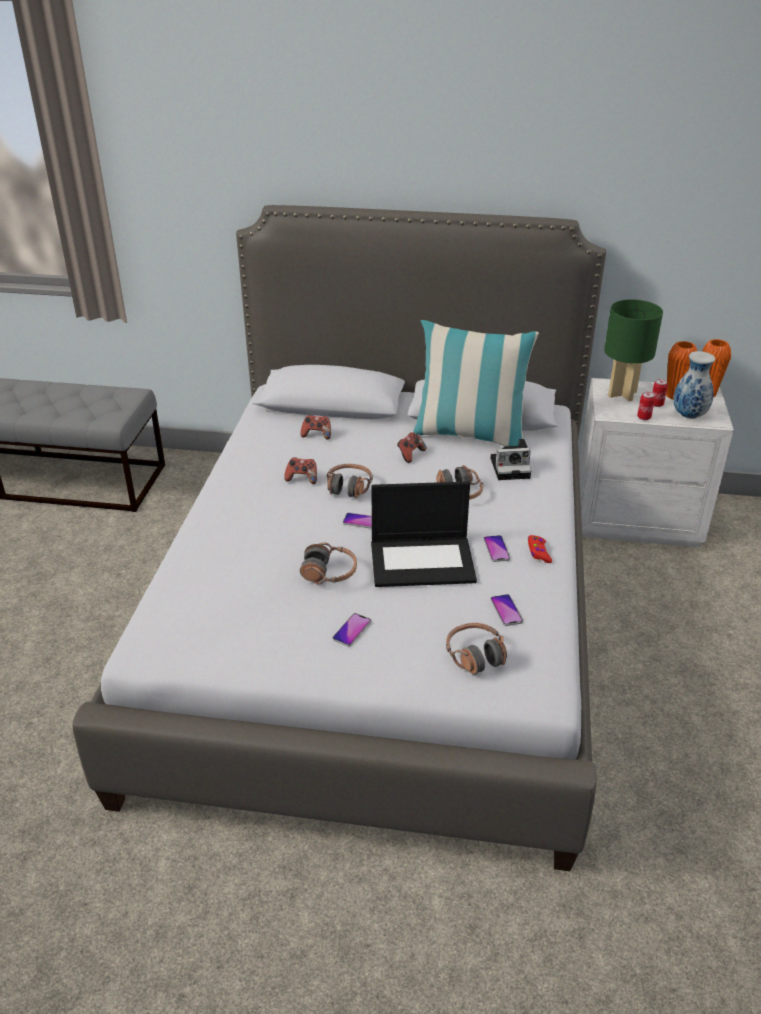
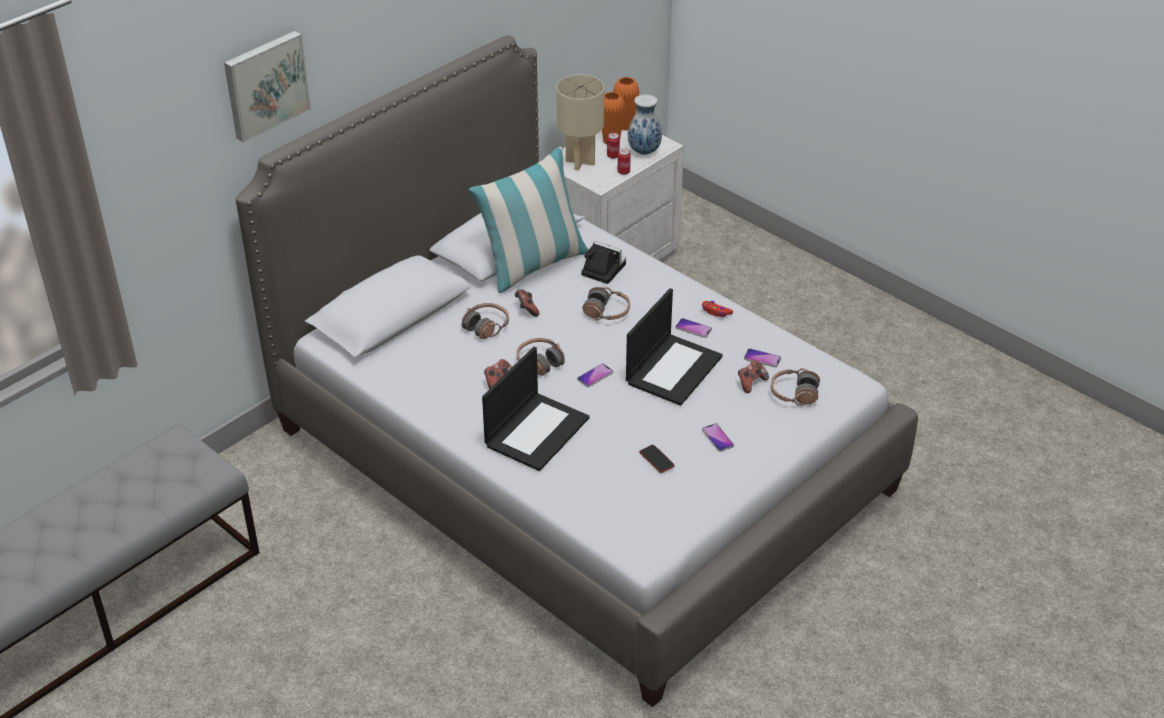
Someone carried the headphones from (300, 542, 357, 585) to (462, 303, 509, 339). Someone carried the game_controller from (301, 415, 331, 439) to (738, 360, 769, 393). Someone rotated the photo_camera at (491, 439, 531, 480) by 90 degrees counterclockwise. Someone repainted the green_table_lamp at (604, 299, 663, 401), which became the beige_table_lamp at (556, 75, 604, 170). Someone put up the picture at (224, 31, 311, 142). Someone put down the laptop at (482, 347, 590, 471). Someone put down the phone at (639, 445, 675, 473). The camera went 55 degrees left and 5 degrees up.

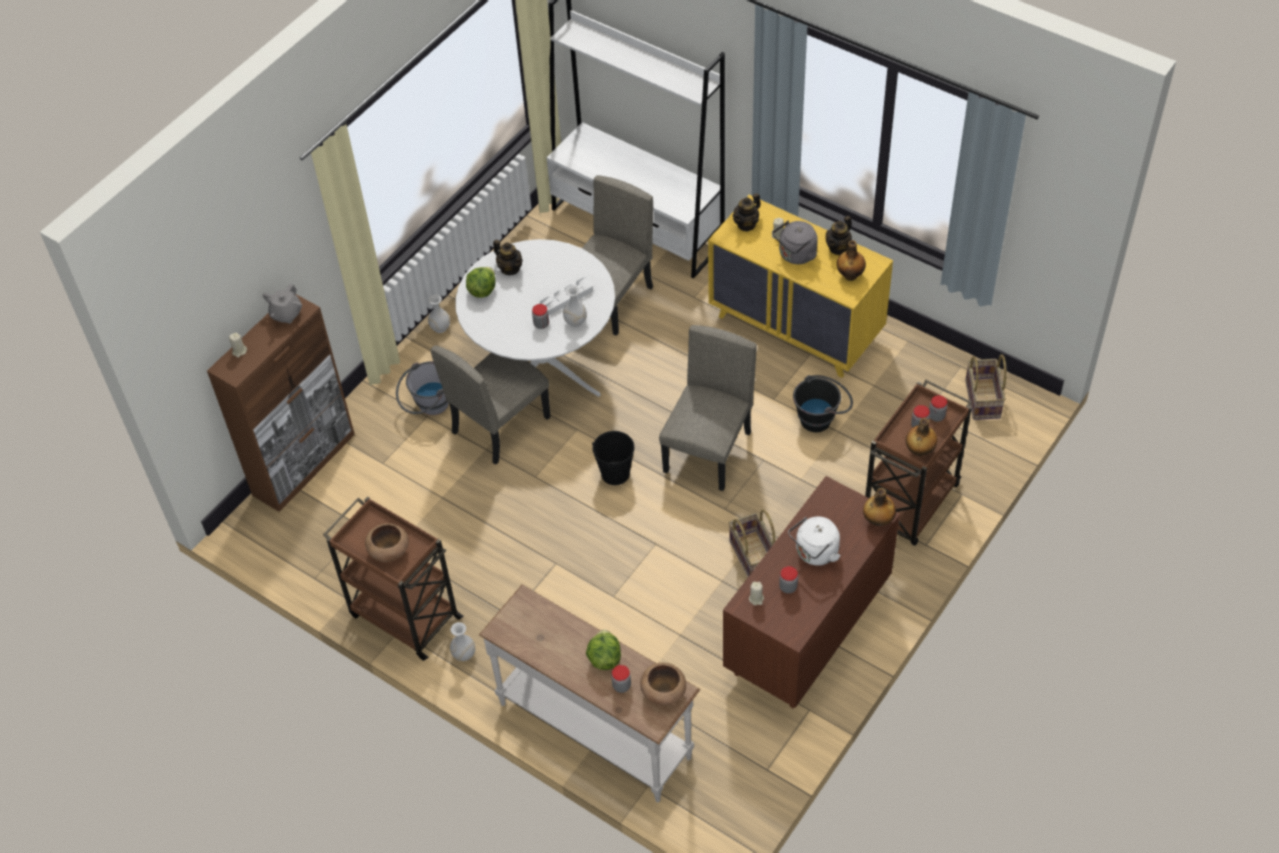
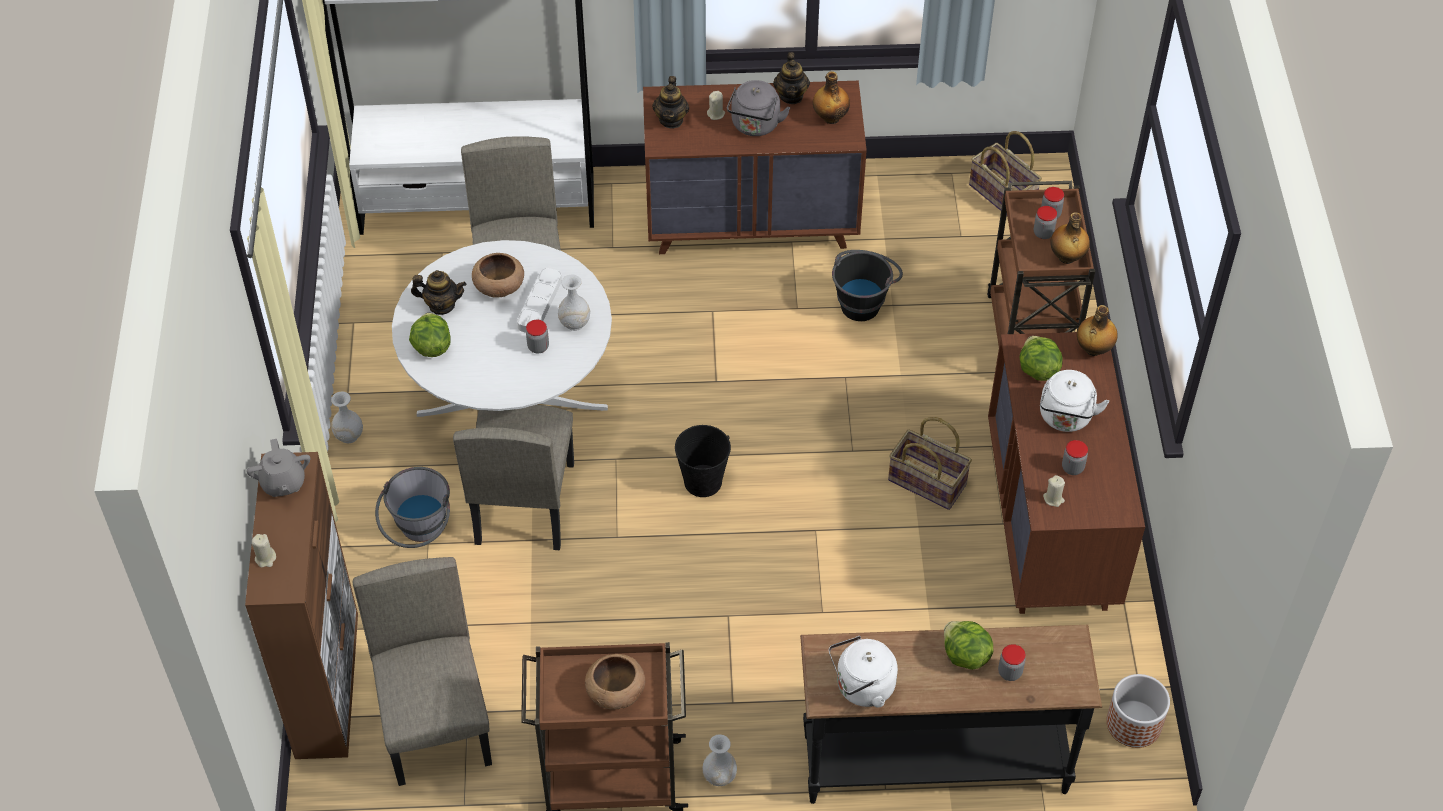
Someone repainted the white_console_table at (479, 584, 701, 803), which became the black_console_table at (800, 625, 1102, 804). Someone carried the brown_bowl from (640, 663, 686, 705) to (472, 253, 524, 298). Someone carried the beige_chair from (659, 325, 757, 491) to (353, 557, 492, 786). Someone repainted the yellow_dresser at (708, 195, 893, 378), which became the brown_dresser at (643, 81, 867, 254). Someone put down the white_kettle at (829, 636, 898, 707). Someone put down the lettuce at (1020, 336, 1063, 381). Someone put down the planter at (1106, 674, 1170, 748). The camera went 40 degrees left and 0 degrees up.

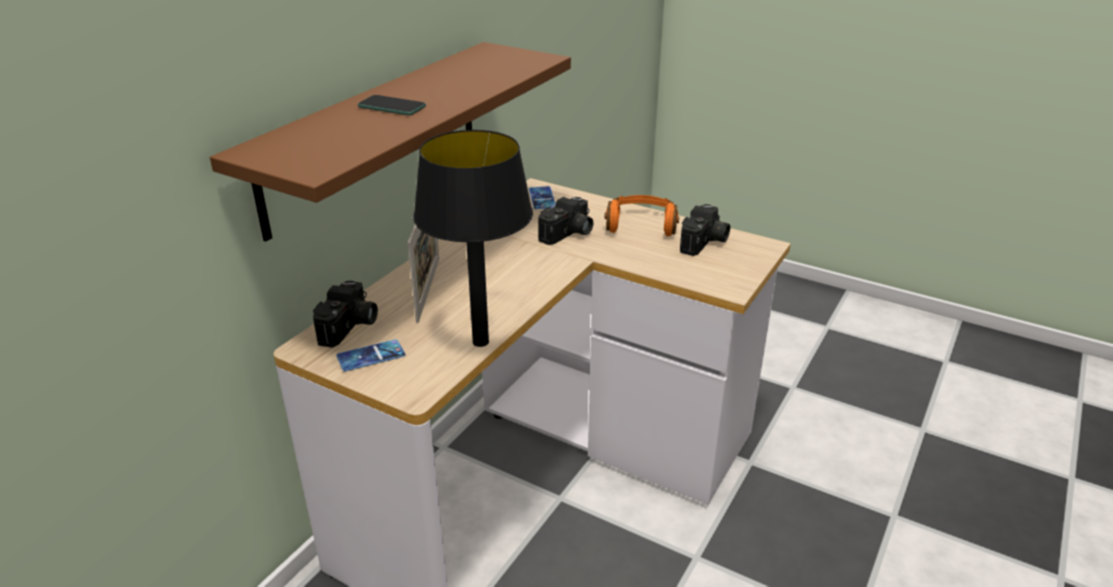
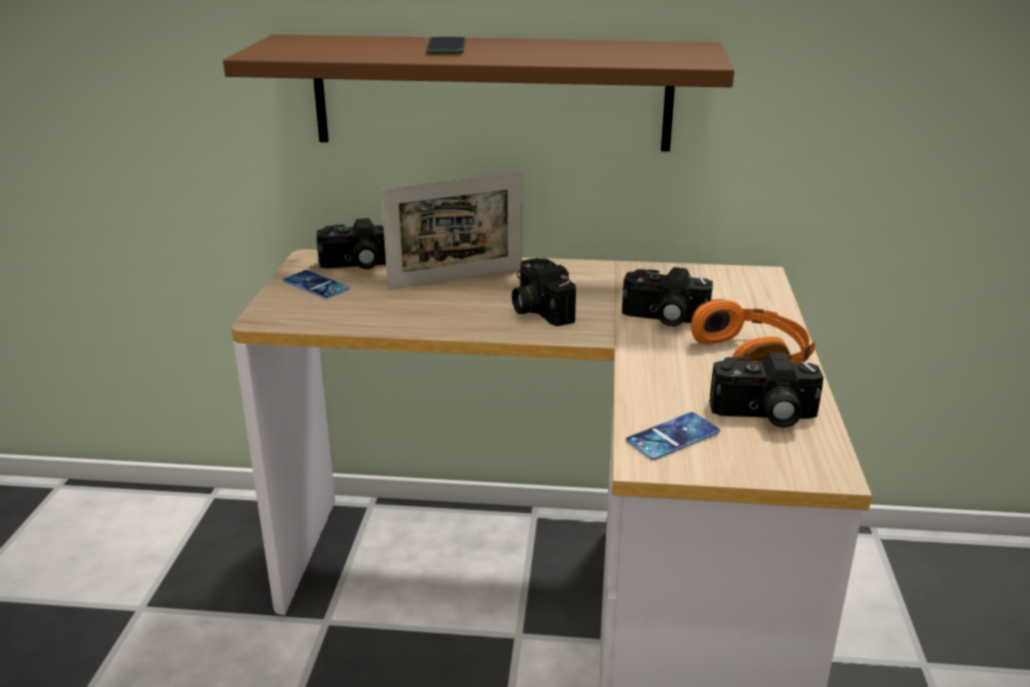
Someone took away the black_table_lamp at (413, 130, 533, 347). Someone carried the phone from (529, 186, 556, 209) to (626, 412, 720, 460). Someone put down the photo_camera at (512, 258, 576, 326). The camera went 65 degrees right and 5 degrees down.

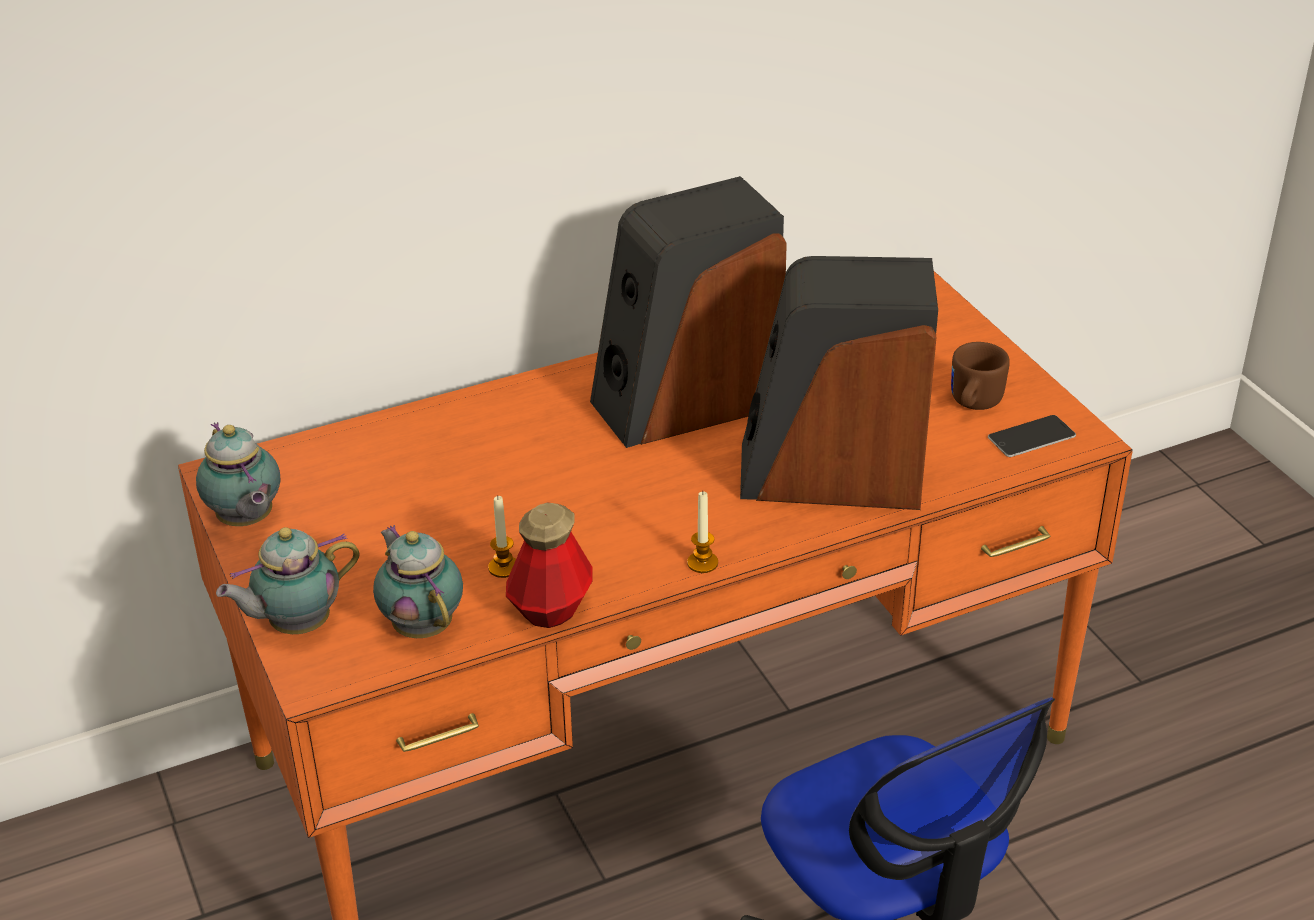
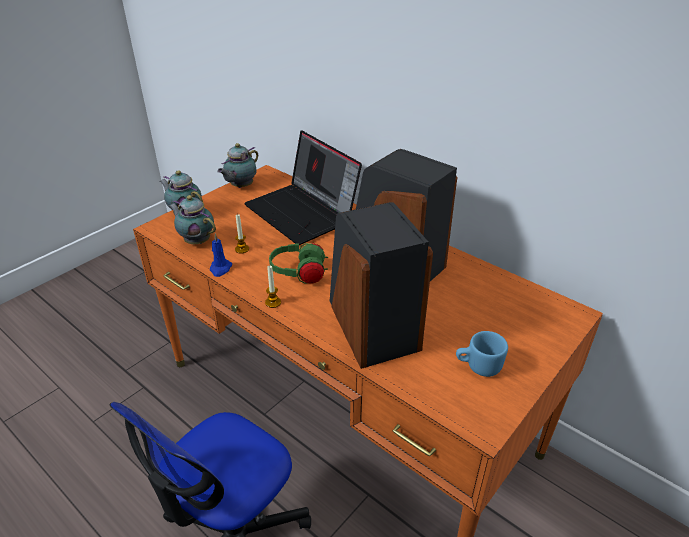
Someone rotated the teapot at (373, 525, 463, 638) by 90 degrees counterclockwise. Someone swapped the bottle at (506, 502, 593, 628) for the blue_candle at (210, 234, 232, 277). Someone repainted the brown_mug at (951, 342, 1010, 410), which became the blue_mug at (456, 331, 508, 377). Someone took away the phone at (988, 415, 1076, 457). Someone put down the laptop at (244, 130, 362, 245). Someone put down the green_headphones at (269, 243, 328, 284). The camera went 65 degrees right and 0 degrees up.

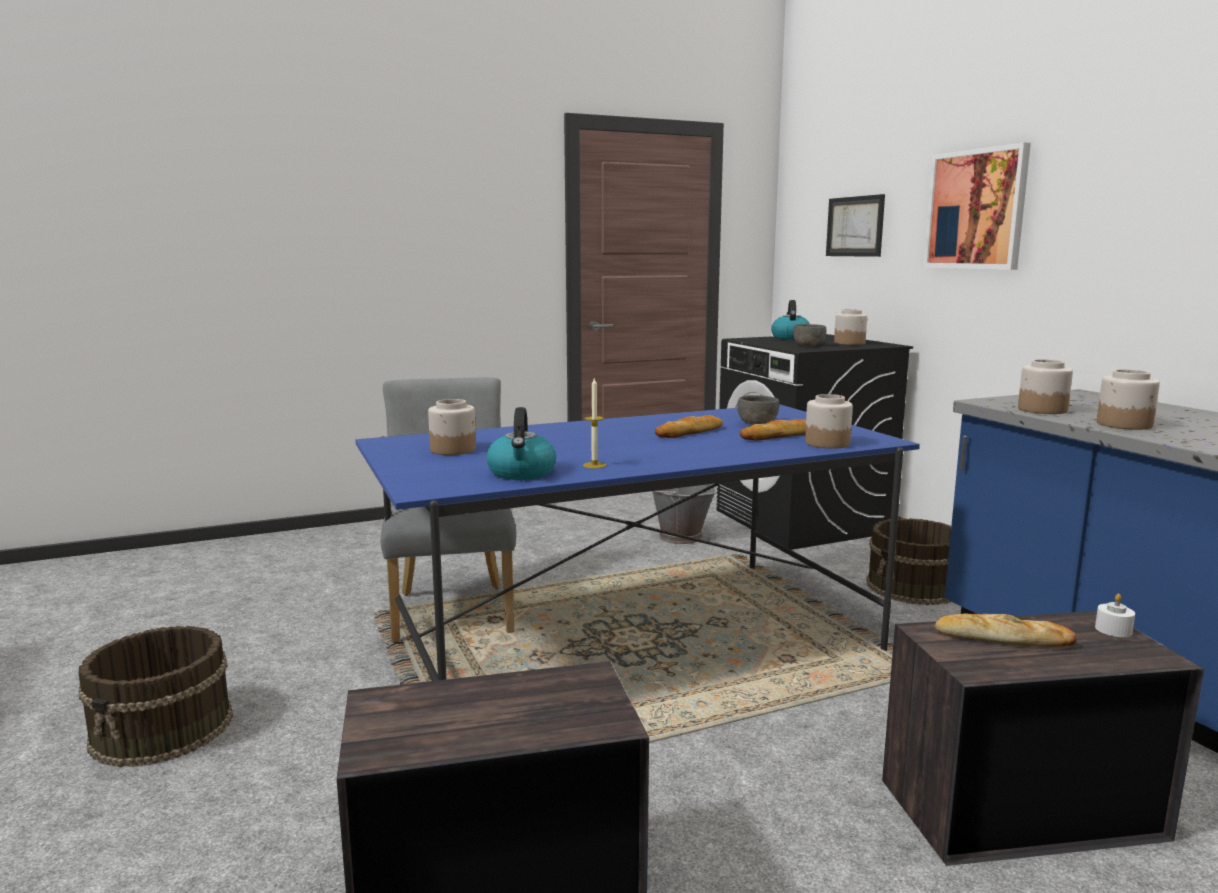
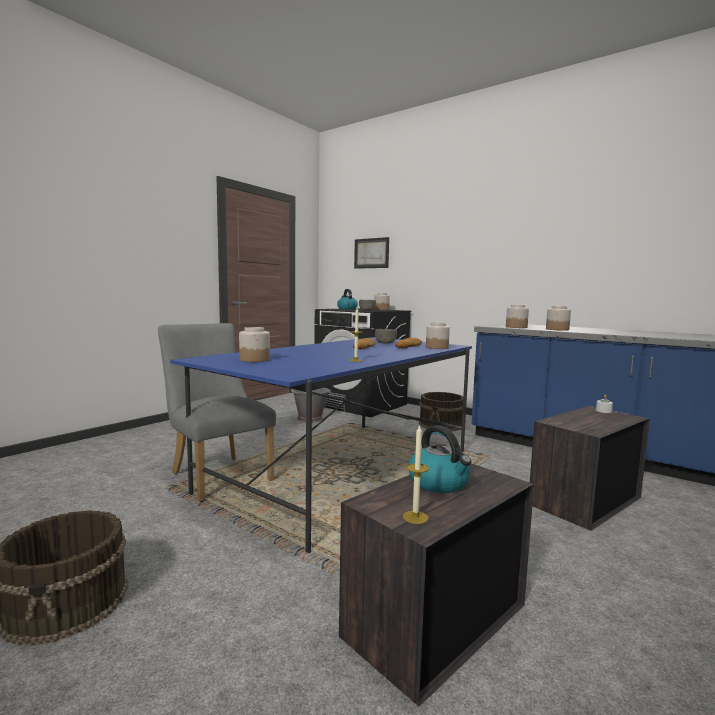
Someone carried the kettle from (486, 407, 556, 480) to (409, 425, 471, 493). Someone took away the picture at (923, 142, 1031, 270). Someone took away the bread at (935, 613, 1077, 647). Someone put down the candle at (403, 424, 429, 524). The camera went 30 degrees left and 5 degrees down.

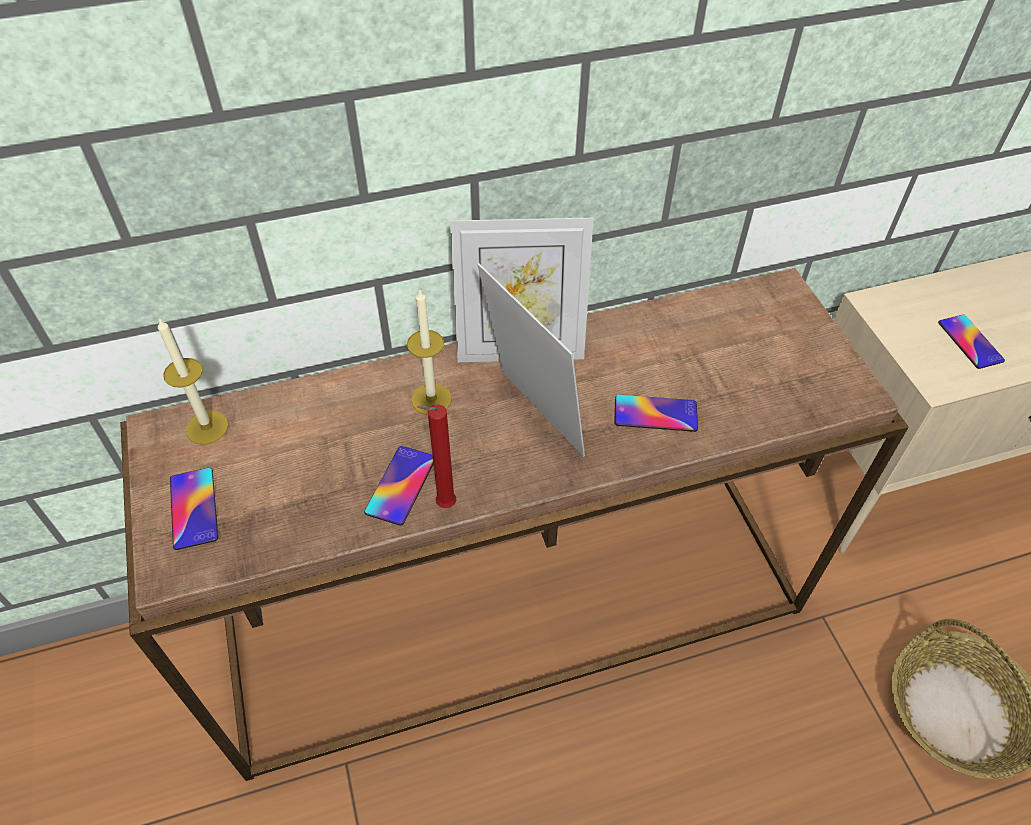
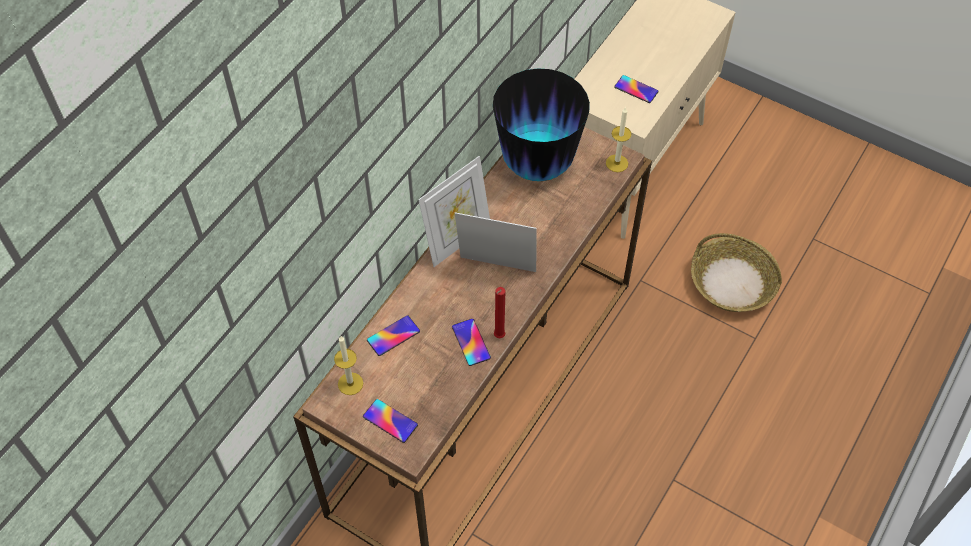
Someone carried the candle from (407, 289, 452, 415) to (606, 107, 631, 172). Someone carried the phone from (614, 394, 698, 432) to (367, 315, 420, 356). Someone put down the vase at (493, 68, 590, 181). The camera went 40 degrees left and 5 degrees up.

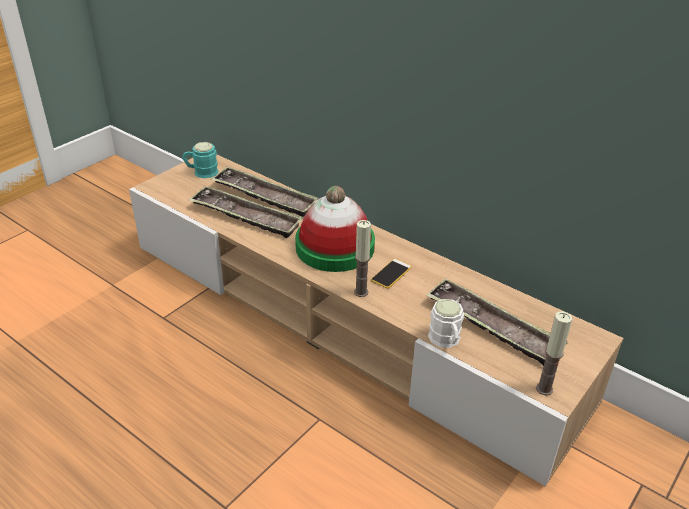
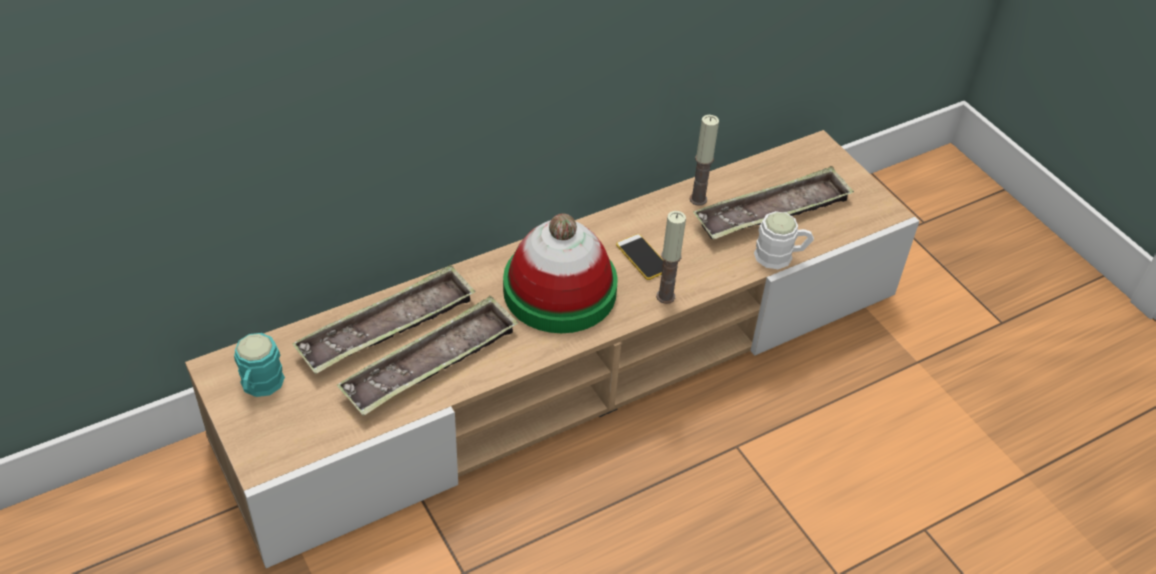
Someone carried the candle from (536, 311, 572, 395) to (690, 115, 719, 206). The camera went 70 degrees left and 10 degrees up.

